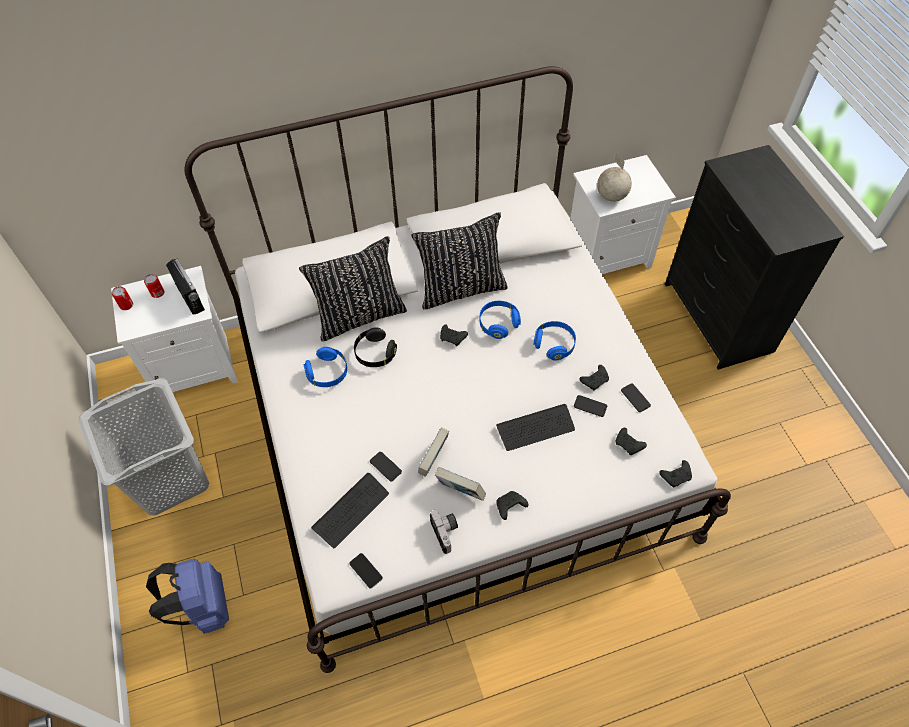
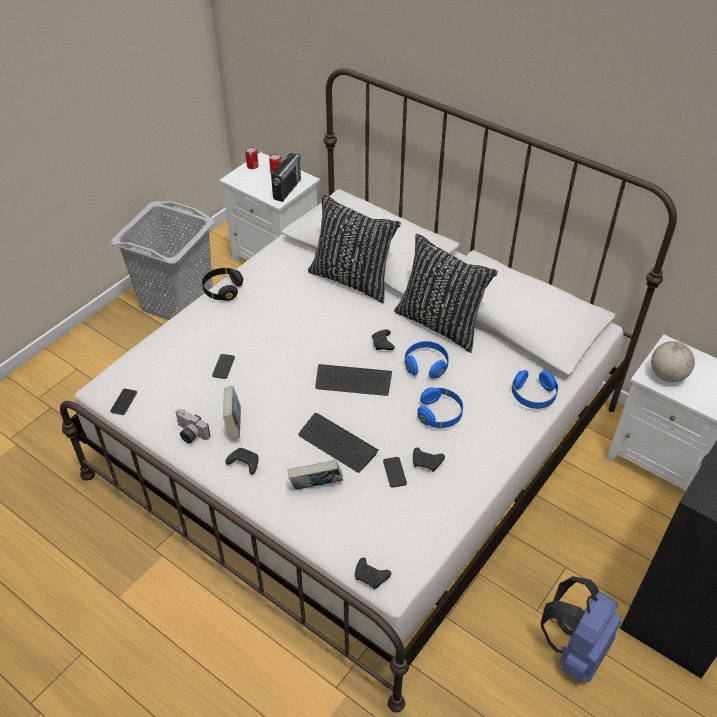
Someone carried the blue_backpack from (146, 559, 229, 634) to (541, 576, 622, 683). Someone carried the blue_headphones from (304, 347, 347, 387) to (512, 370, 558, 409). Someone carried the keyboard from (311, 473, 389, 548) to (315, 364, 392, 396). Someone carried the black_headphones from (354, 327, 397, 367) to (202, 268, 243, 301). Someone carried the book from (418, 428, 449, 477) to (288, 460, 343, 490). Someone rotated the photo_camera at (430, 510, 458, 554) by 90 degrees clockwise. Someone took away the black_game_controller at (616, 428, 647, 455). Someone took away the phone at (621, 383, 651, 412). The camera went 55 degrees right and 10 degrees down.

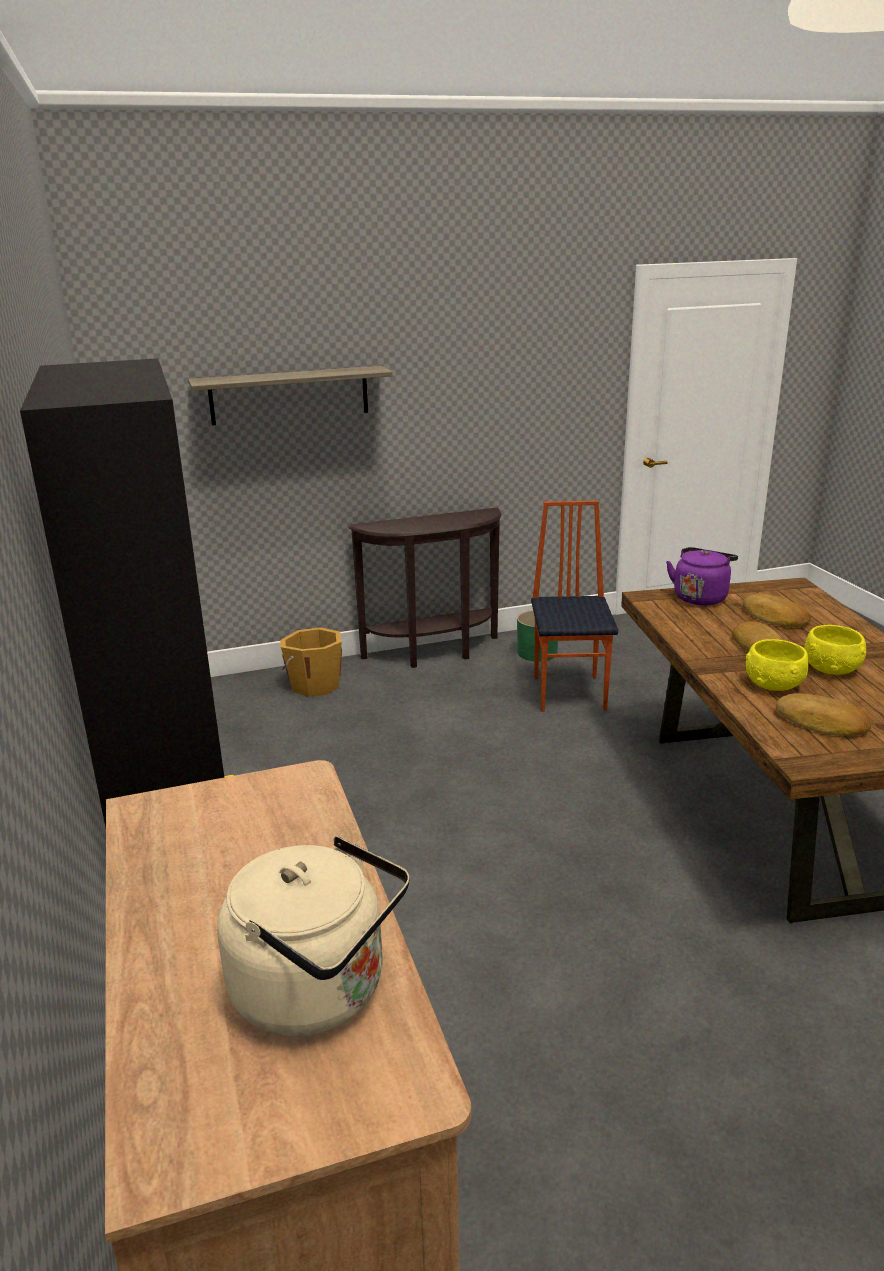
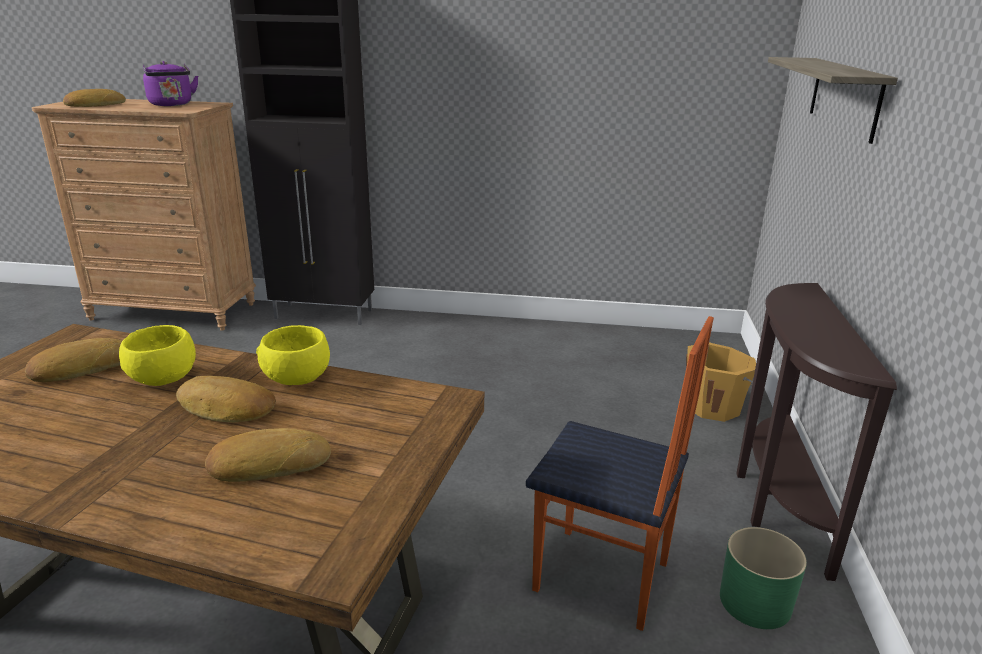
Someone swapped the beige_kettle at (217, 836, 410, 1037) for the bread at (63, 89, 126, 107). Someone carried the purple_kettle from (666, 547, 738, 606) to (143, 61, 198, 106). Someone carried the yellow_bowl from (804, 625, 866, 675) to (256, 325, 330, 385). The camera went 115 degrees right and 0 degrees up.

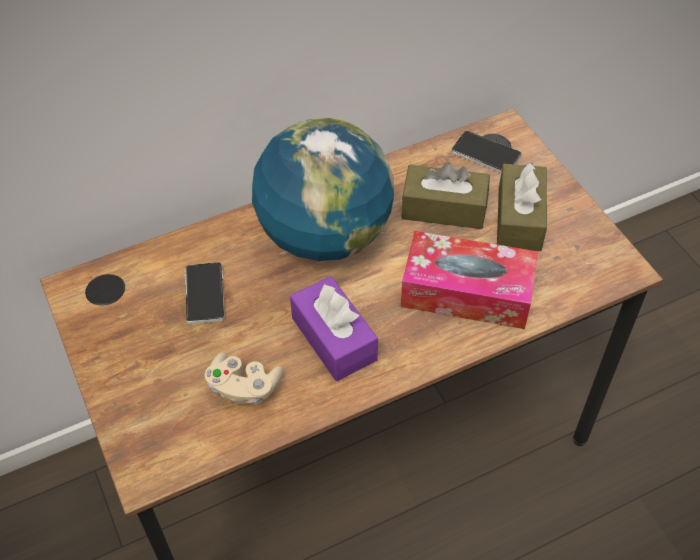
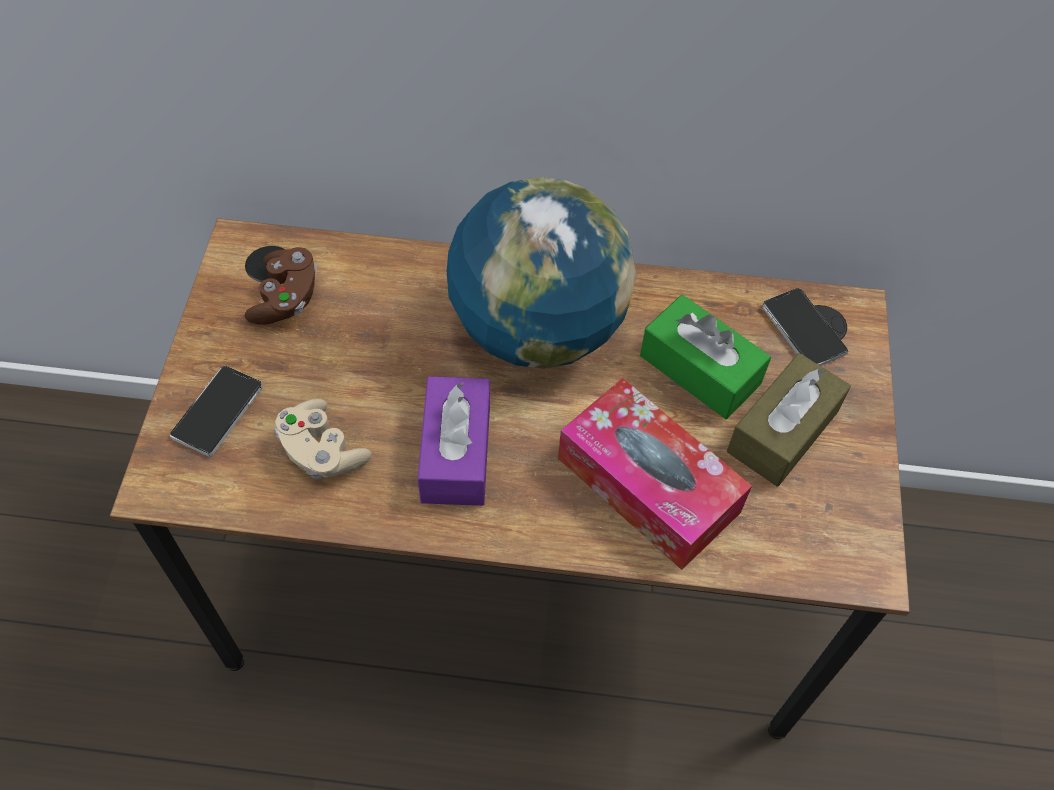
Someone carried the phone from (185, 262, 225, 325) to (170, 365, 263, 457). Someone repainted the brown_tissue_box at (402, 162, 490, 229), which became the green_tissue_box at (640, 295, 771, 419). Someone put down the brown_game_controller at (245, 247, 317, 325). The camera went 30 degrees right and 5 degrees up.

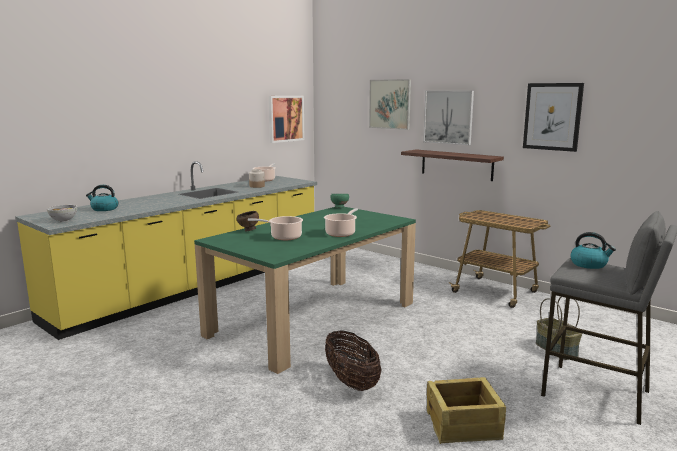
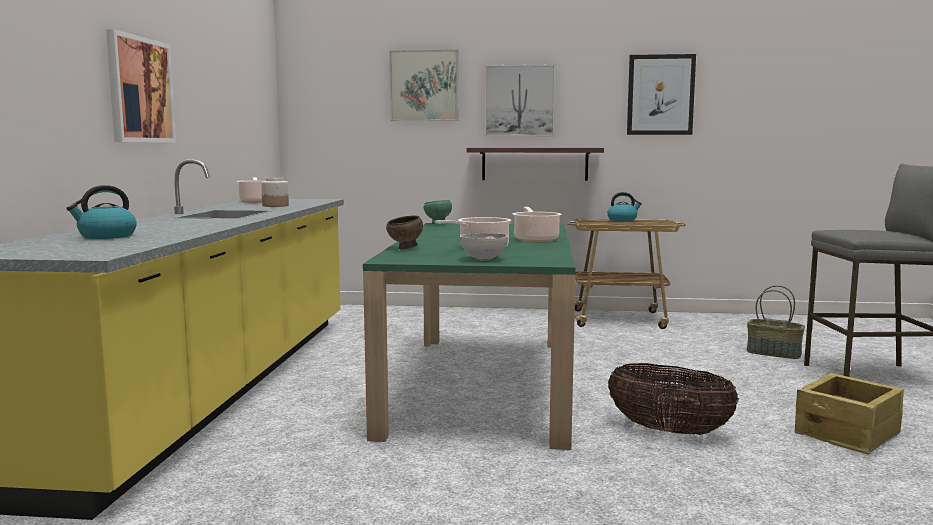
Someone carried the bowl from (47, 205, 77, 222) to (460, 233, 508, 261). Someone carried the picture from (269, 96, 305, 143) to (106, 29, 176, 143). Someone carried the kettle from (570, 232, 616, 269) to (607, 192, 642, 221). The camera went 35 degrees left and 5 degrees down.

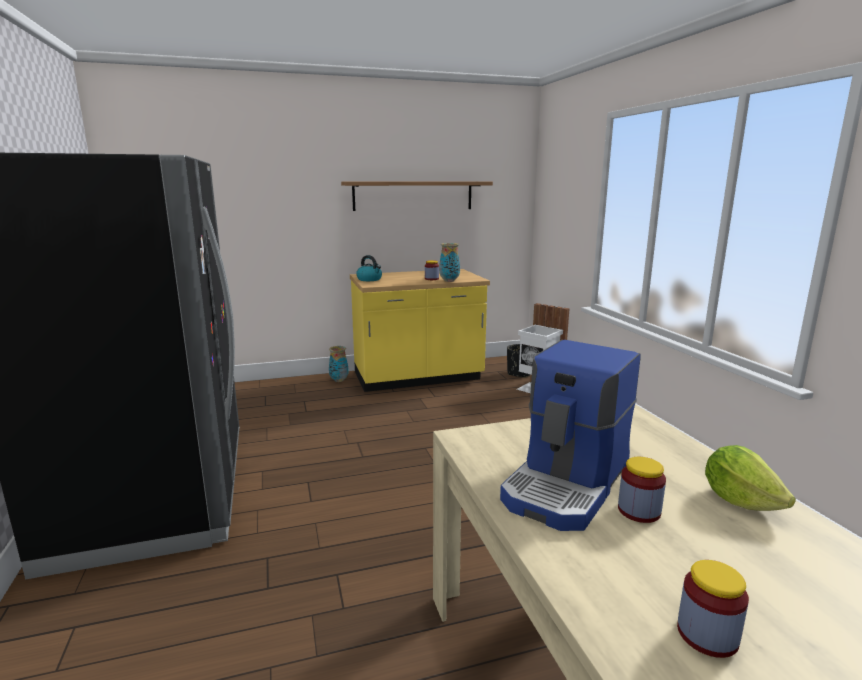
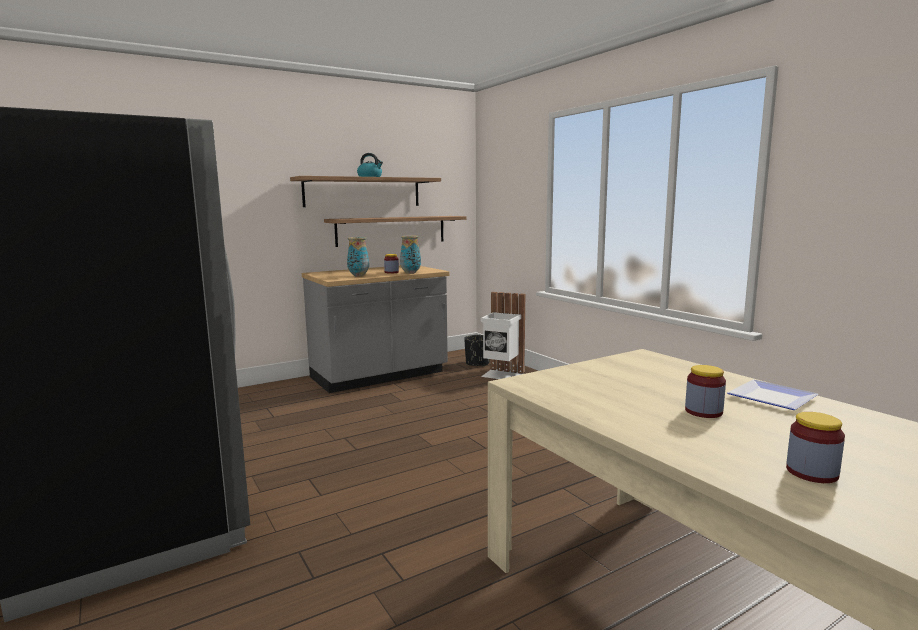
Someone carried the vase from (329, 346, 349, 382) to (347, 237, 369, 276). Someone repainted the yellow_counter at (350, 269, 490, 392), which became the grey_counter at (302, 266, 449, 393). Someone carried the kettle from (356, 255, 382, 281) to (357, 153, 383, 177). Someone took away the coffee_machine at (500, 340, 641, 531). Someone swapped the lettuce at (705, 445, 796, 511) for the plate at (727, 380, 818, 410). Someone put up the shelf at (324, 216, 466, 247). The camera went 15 degrees left and 5 degrees down.

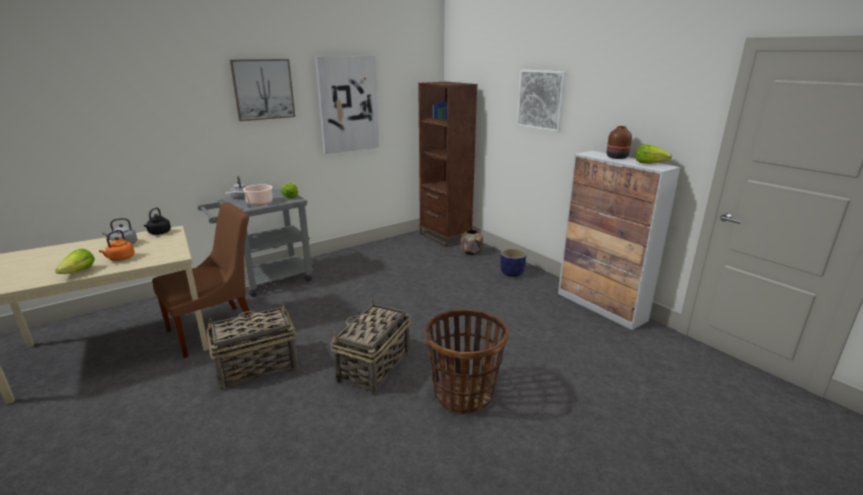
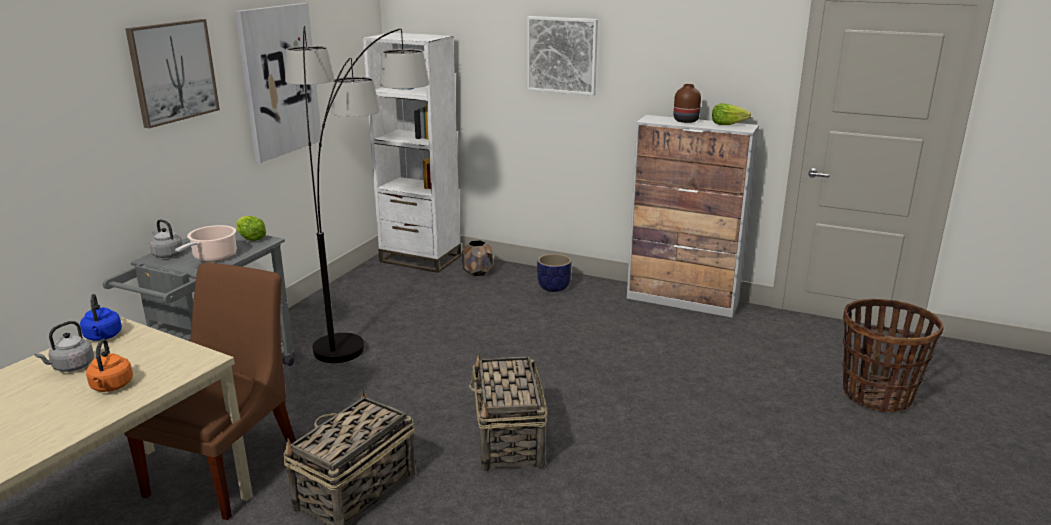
Someone took away the lettuce at (55, 249, 95, 274). Someone repainted the black_kettle at (144, 207, 171, 235), which became the blue_kettle at (80, 294, 122, 341). Someone repainted the brown_bookcase at (418, 82, 477, 247), which became the white_bookcase at (363, 32, 461, 273). Someone carried the basket from (425, 309, 509, 414) to (842, 299, 943, 413). Someone put down the floor_lamp at (285, 26, 429, 363). The camera went 30 degrees left and 0 degrees up.

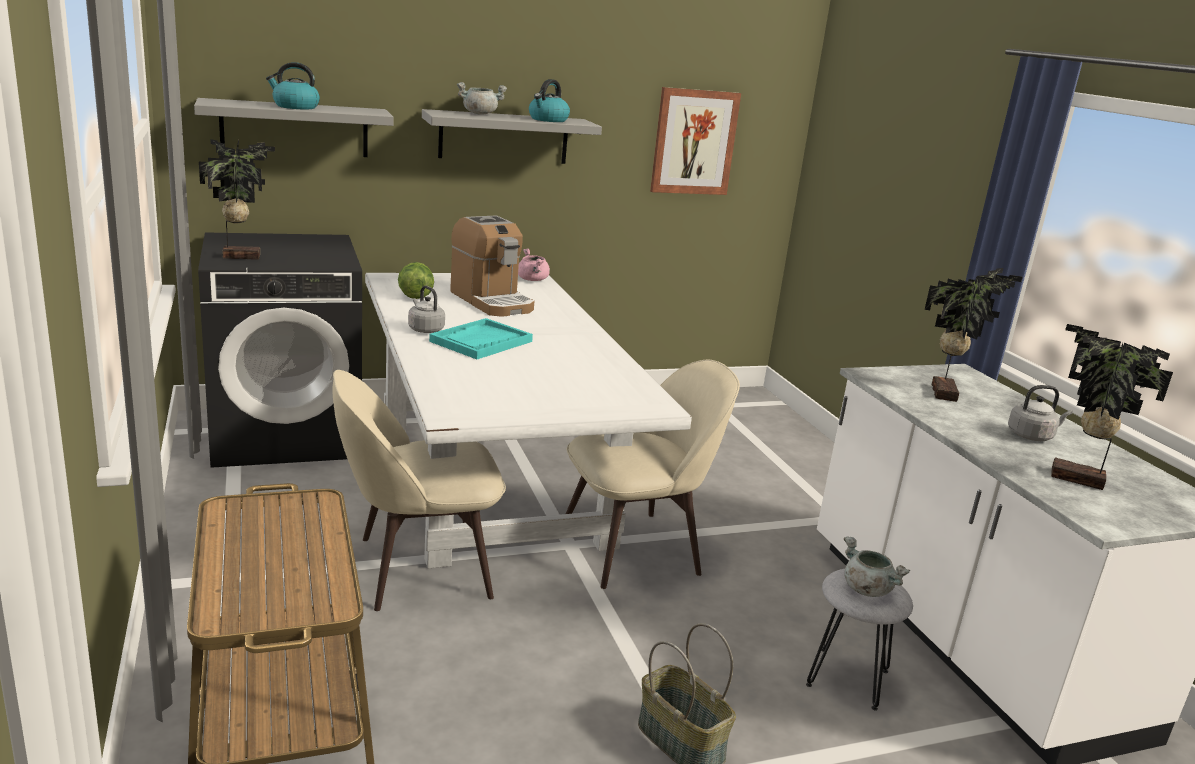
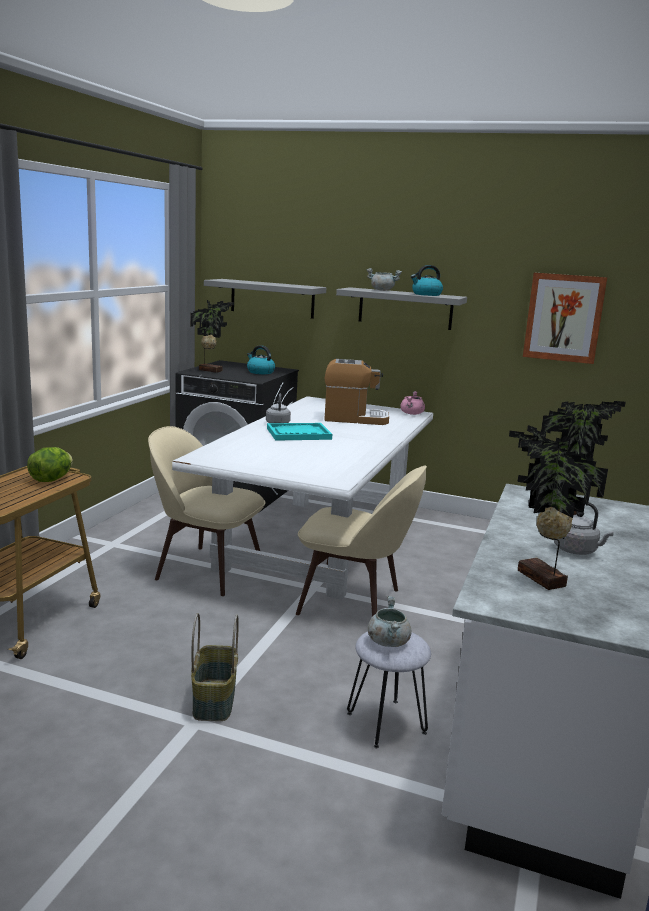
Someone carried the kettle from (266, 62, 320, 110) to (247, 345, 275, 374). Someone carried the lettuce from (398, 262, 434, 299) to (27, 447, 73, 482). Someone rotated the coffee_machine at (450, 215, 534, 317) by 90 degrees counterclockwise. The camera went 40 degrees right and 5 degrees down.

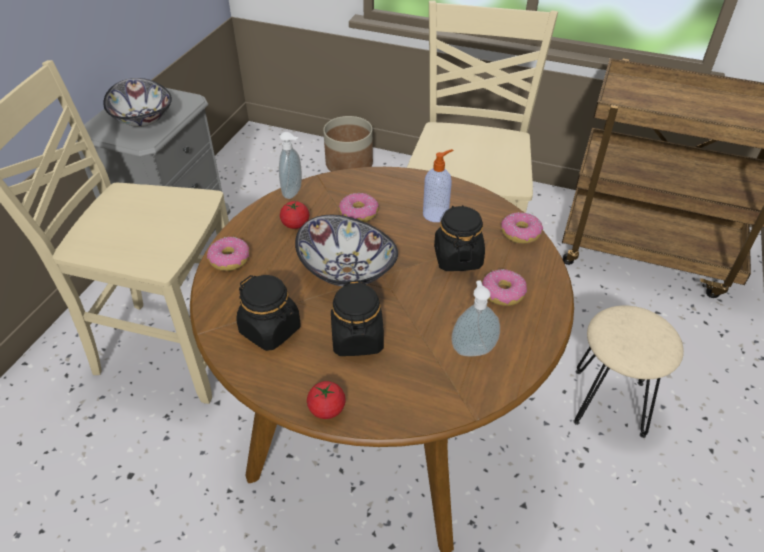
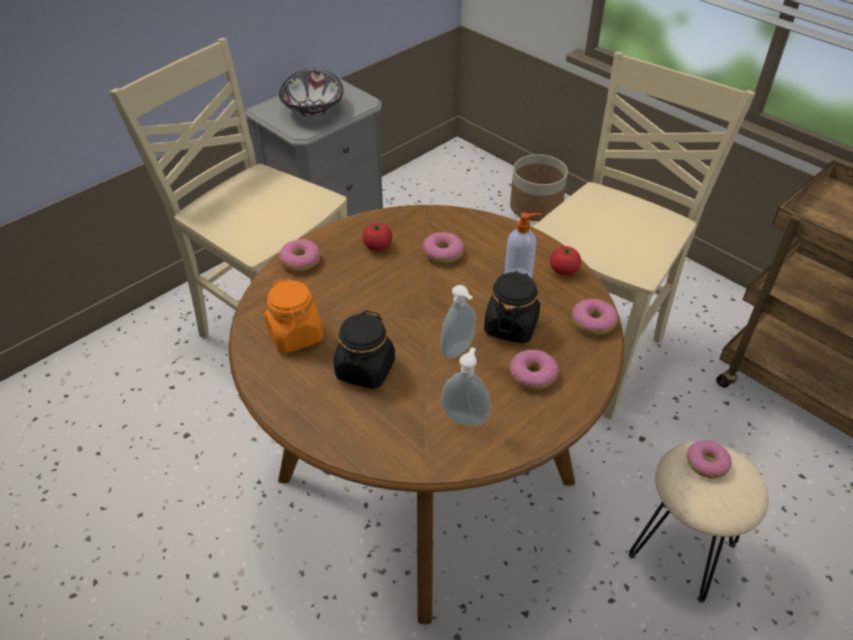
Someone repainted the black_jar at (237, 275, 301, 351), which became the orange_jar at (264, 278, 324, 353). Someone carried the soap_dispenser from (279, 132, 302, 199) to (441, 285, 476, 359). Someone took away the bowl at (295, 215, 398, 287). Someone carried the tomato from (307, 381, 346, 419) to (550, 246, 581, 275). Someone put down the donut at (687, 440, 732, 478). The camera went 25 degrees right and 0 degrees up.

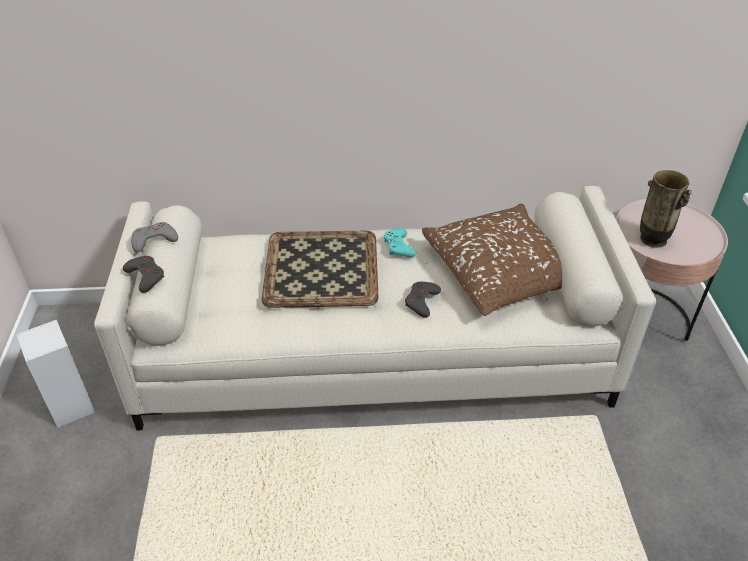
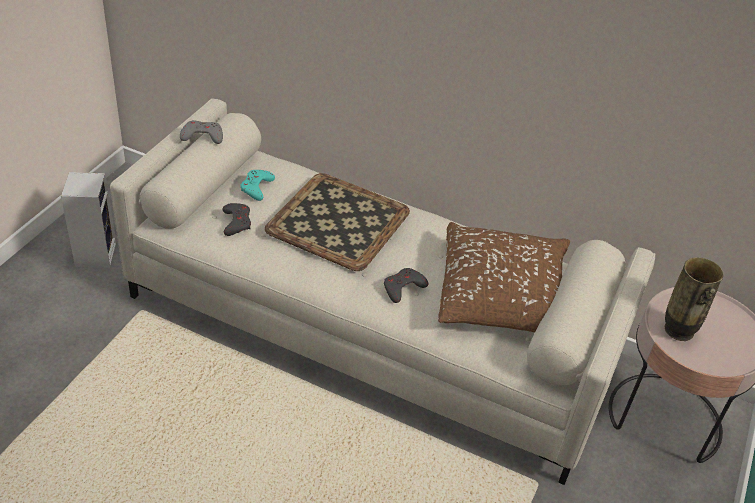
Someone carried the grey_game_controller from (123, 256, 164, 293) to (223, 203, 251, 236). Someone carried the turquoise_game_controller from (384, 228, 416, 257) to (240, 170, 275, 201). The camera went 25 degrees right and 0 degrees up.

